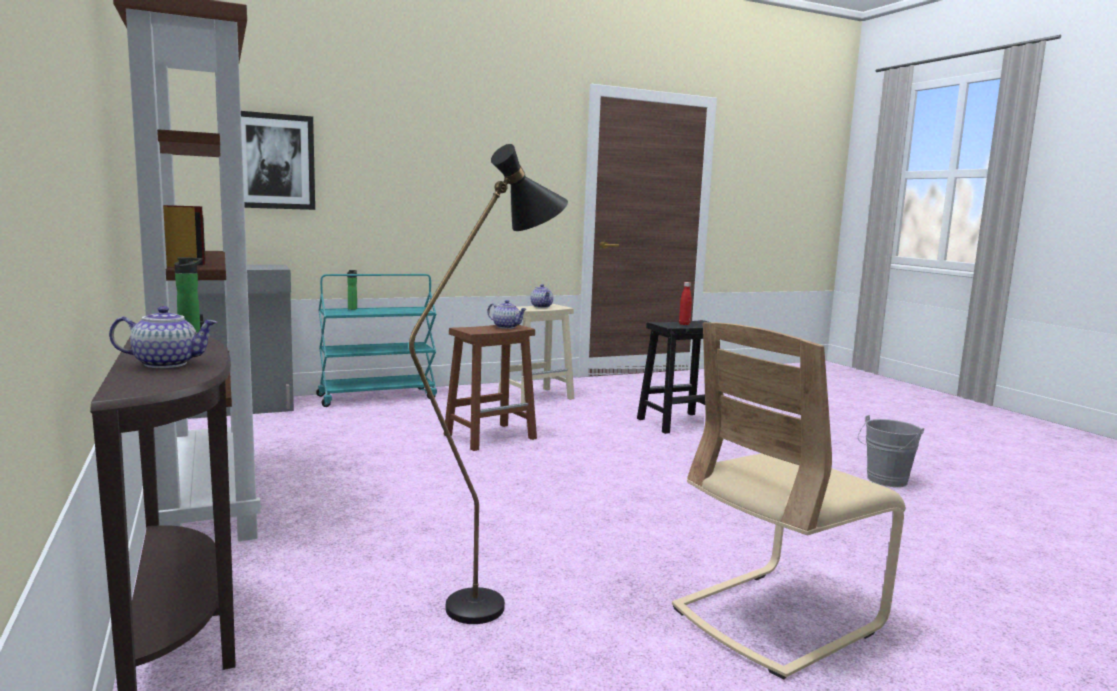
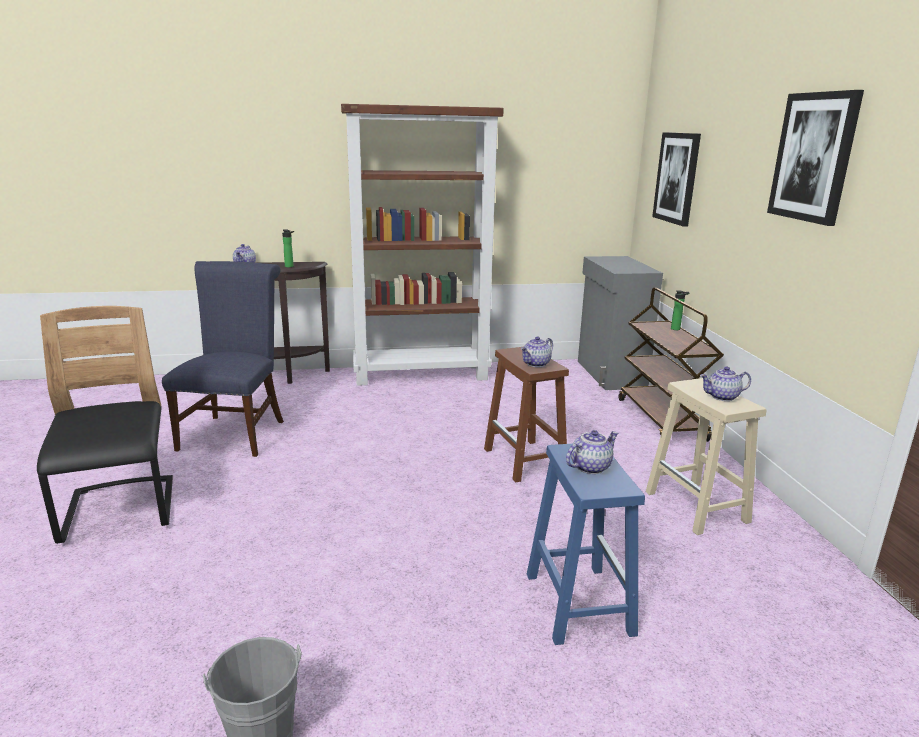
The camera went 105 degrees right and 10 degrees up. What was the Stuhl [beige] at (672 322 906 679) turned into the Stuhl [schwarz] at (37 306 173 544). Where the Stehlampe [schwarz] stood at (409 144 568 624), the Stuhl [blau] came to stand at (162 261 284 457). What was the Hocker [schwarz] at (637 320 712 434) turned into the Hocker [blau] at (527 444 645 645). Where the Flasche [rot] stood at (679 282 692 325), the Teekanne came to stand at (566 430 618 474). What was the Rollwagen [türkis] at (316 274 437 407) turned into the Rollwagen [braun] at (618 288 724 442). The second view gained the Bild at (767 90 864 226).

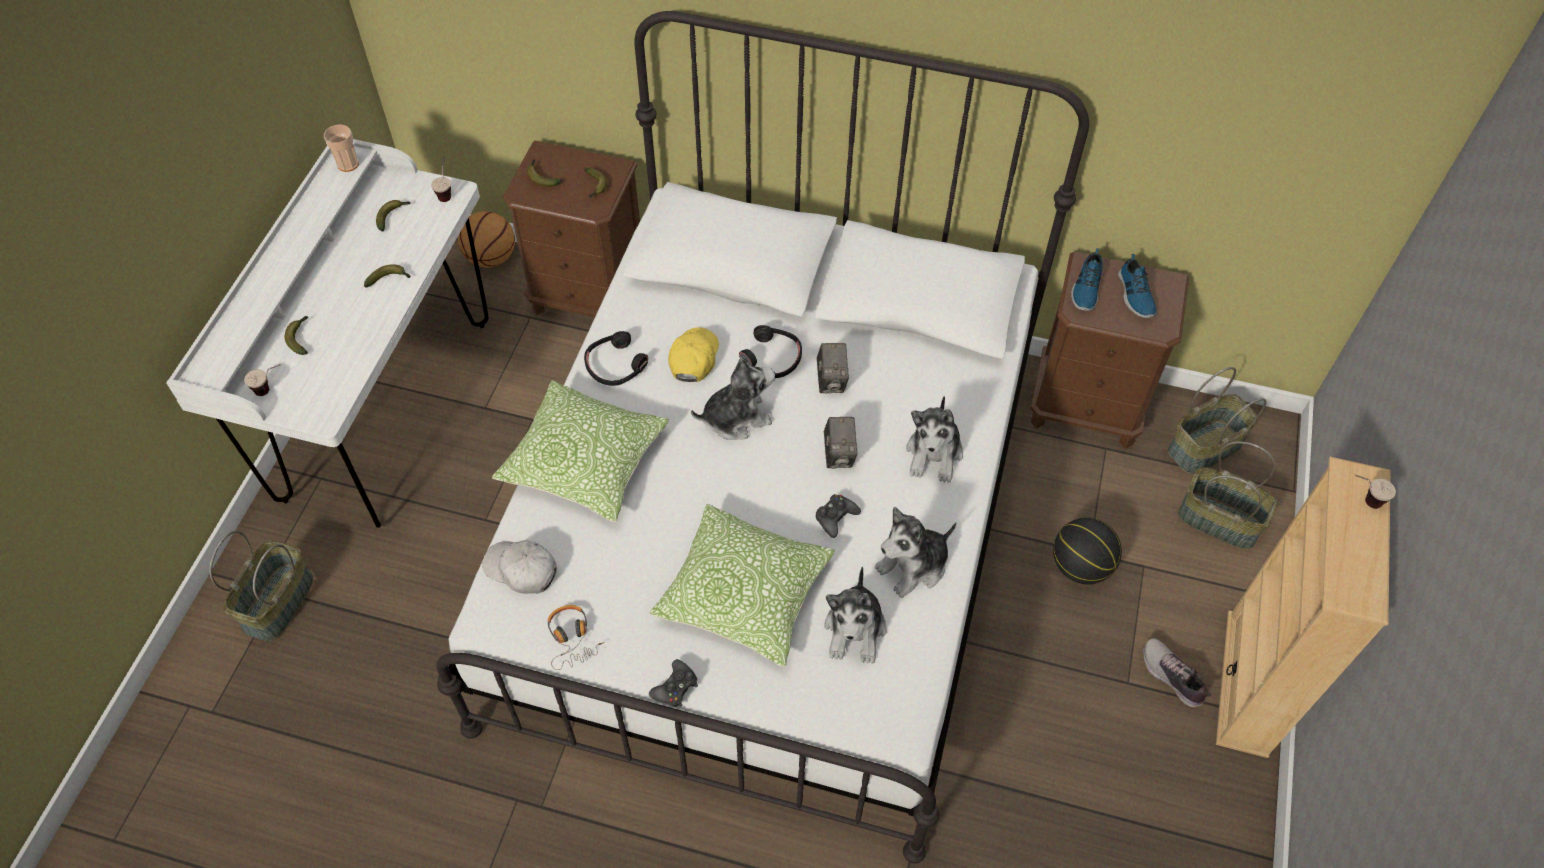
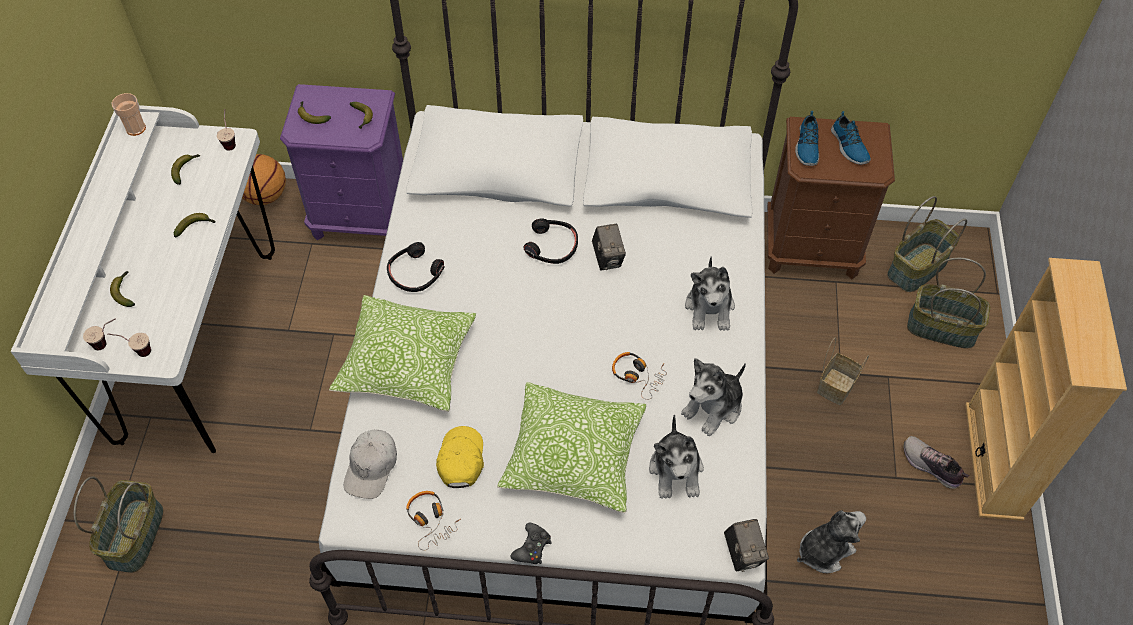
The camera went 10 degrees left and 0 degrees up. The Tasse ended up elsewhere, having gone from (1355 475 1396 509) to (107 333 151 357). What was the Nachttisch [braun] at (503 140 640 317) turned into the Nachttisch [lila] at (280 84 403 240). The Kappe [weiß] at (482 540 557 594) ended up facing another way, 90 degrees counterclockwise from before. The Kappe [gelb] ended up elsewhere, having gone from (668 327 719 382) to (436 426 484 488). Where the Gamepad [schwarz] stood at (816 494 861 538), the Kopfhörer came to stand at (612 352 667 400). The Kamera ended up elsewhere, having gone from (824 417 858 469) to (724 519 769 572). The Plüschtier ended up elsewhere, having gone from (691 357 775 440) to (797 510 866 573). Where the Basketball stood at (1053 517 1122 585), the Korb came to stand at (817 338 869 405).

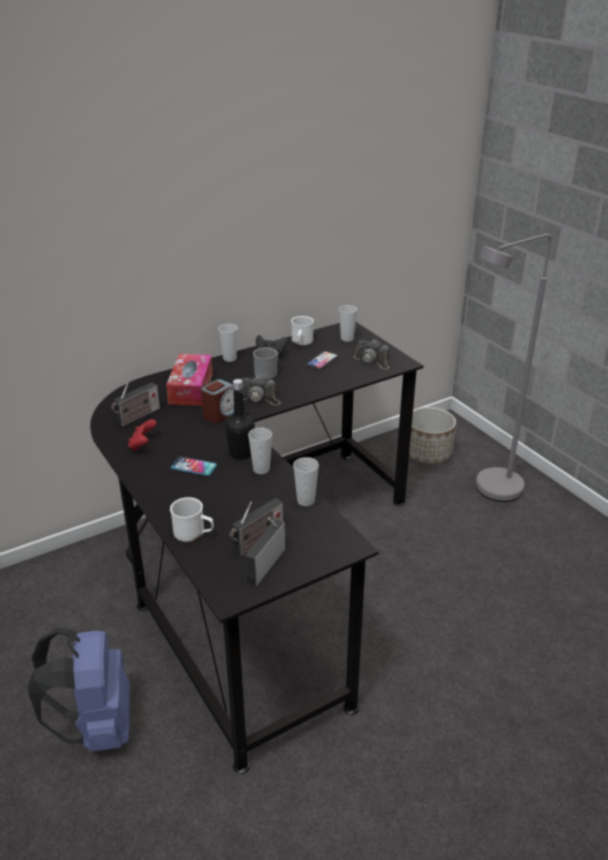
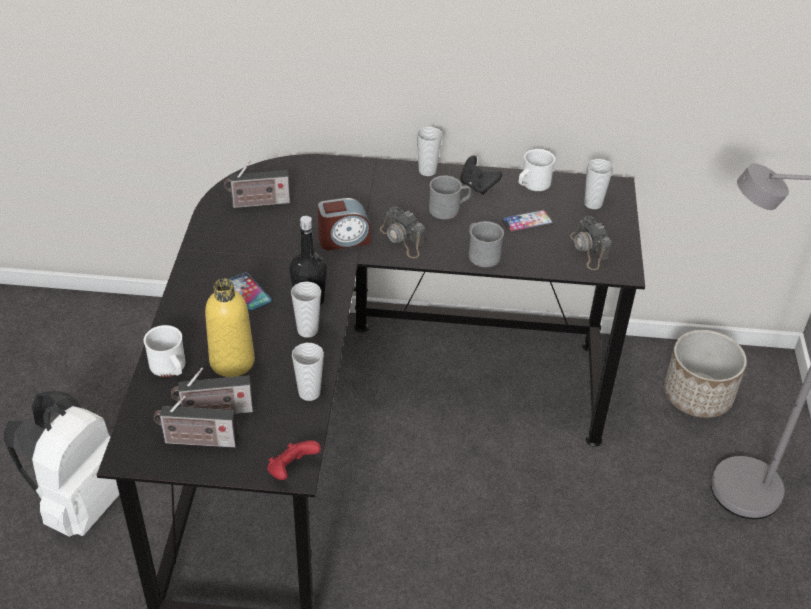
The camera went 35 degrees right and 10 degrees up. What was the Rucksack [blau] at (27 628 130 752) turned into the Rucksack [weiß] at (4 391 120 537). The Radio at (245 517 285 586) ended up facing another way, 150 degrees counterclockwise from before. The second view gained the Flasche [gelb] at (205 279 255 377). The Gamepad [rot] ended up elsewhere, having gone from (128 419 157 451) to (267 440 321 480). The second view gained the Henkelbecher [grau] at (469 221 504 267). The second view lost the Taschentuchbox at (166 354 213 406).

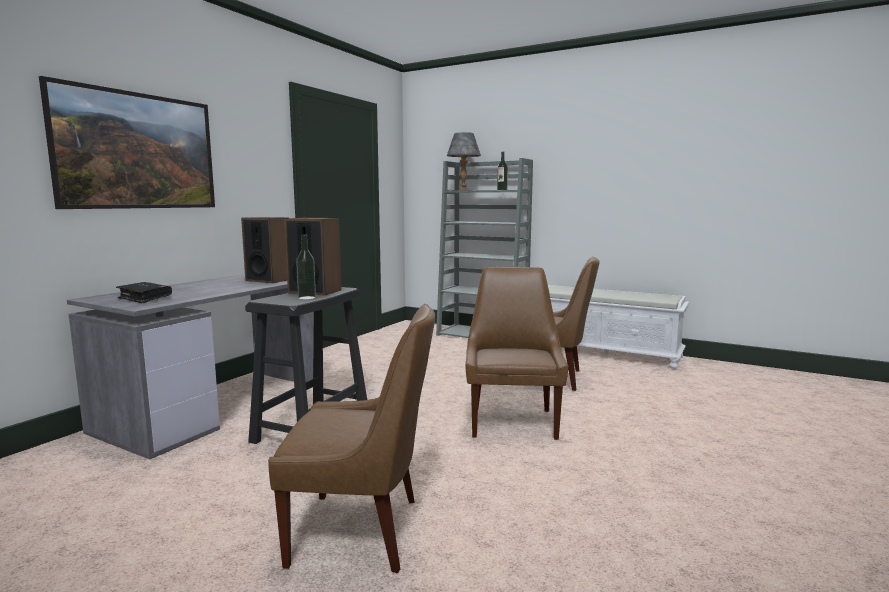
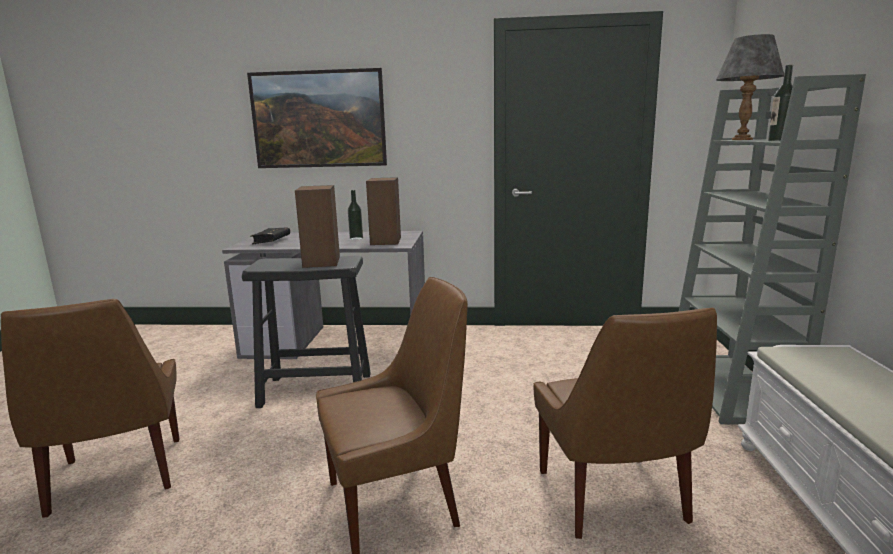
The camera went 65 degrees right and 5 degrees up. The Flasche ended up elsewhere, having gone from (296 235 316 300) to (348 190 363 240).

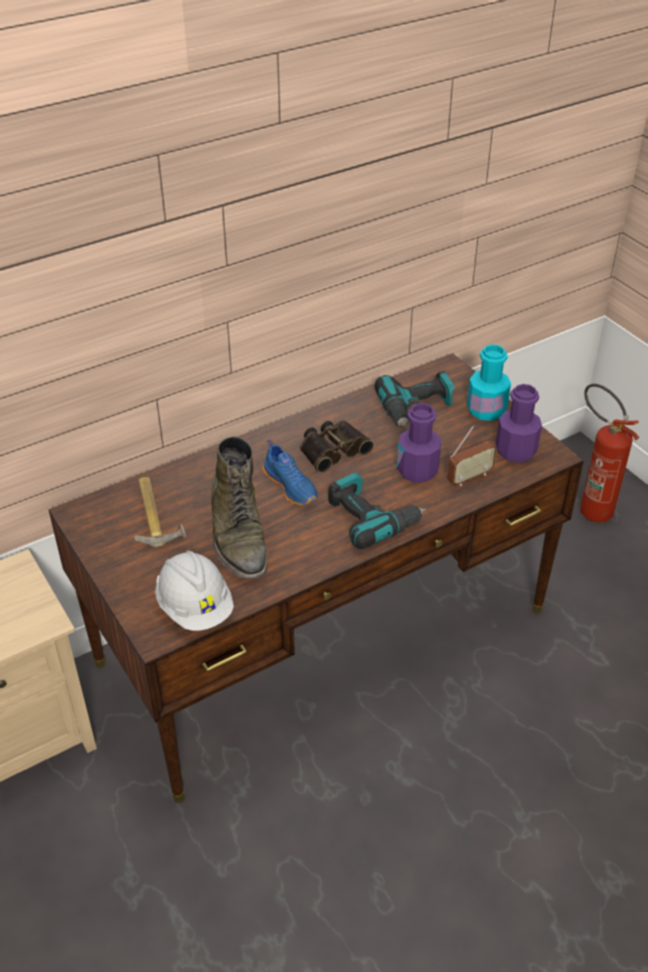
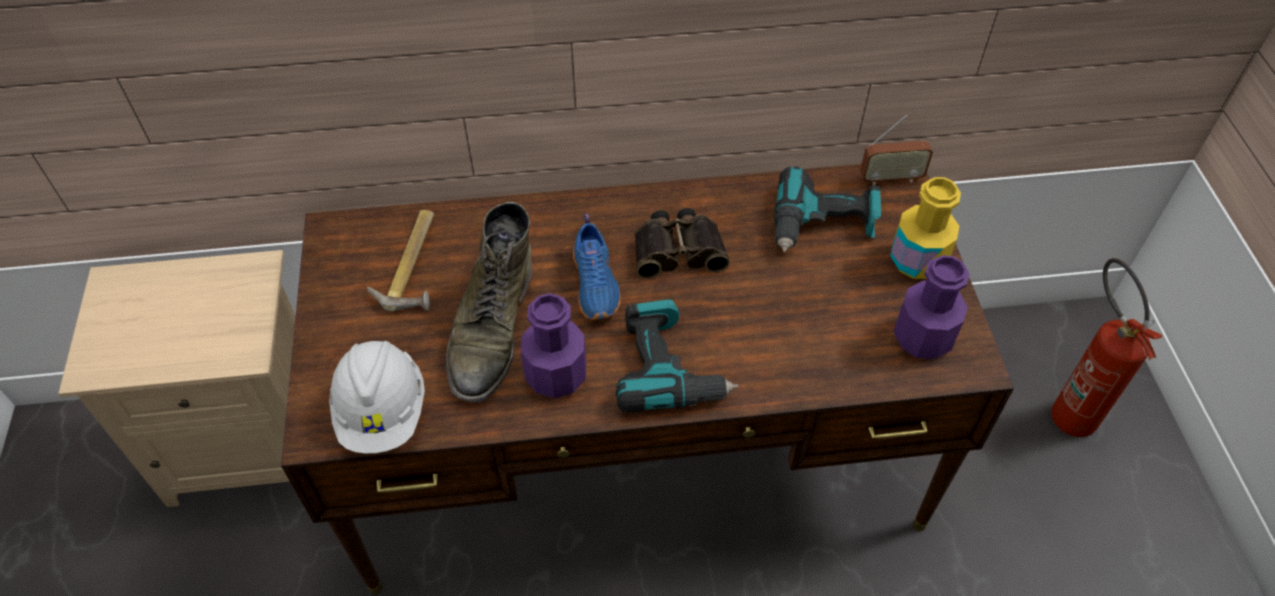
The camera went 25 degrees right and 10 degrees up. The Flasche [lila] ended up elsewhere, having gone from (397 403 441 483) to (521 293 586 398). The Radio ended up elsewhere, having gone from (448 426 497 486) to (860 115 933 185). What was the Flasche [türkis] at (467 345 511 421) turned into the Flasche [gelb] at (890 177 961 279).

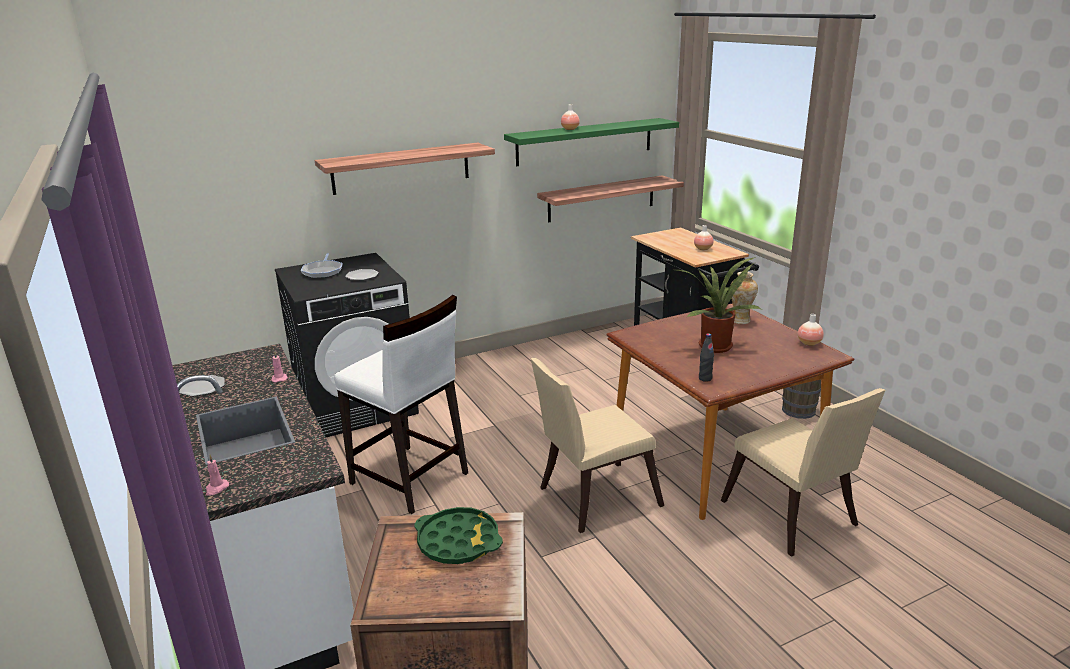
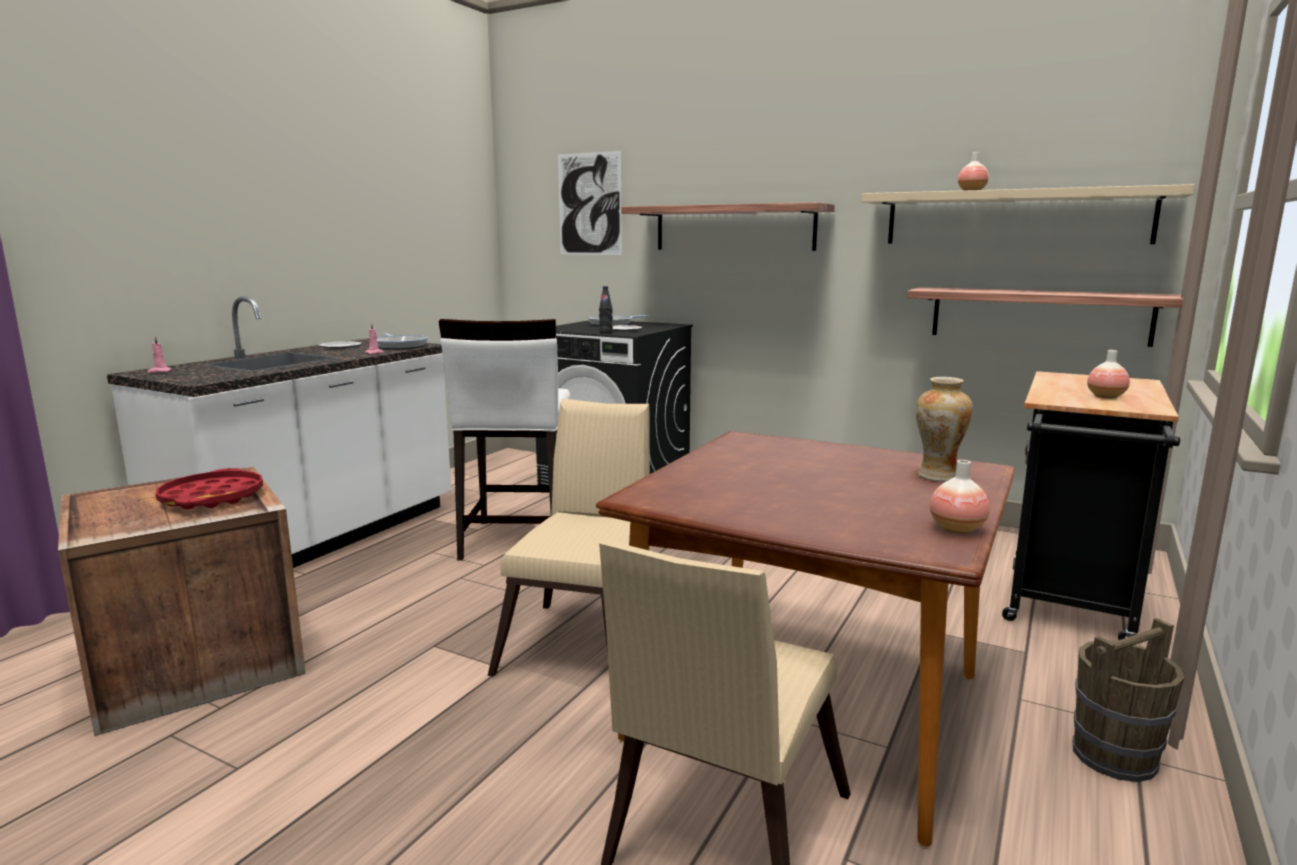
The camera went 55 degrees right and 10 degrees down. What was the Tablett [grün] at (415 507 503 564) turned into the Tablett [rot] at (155 468 263 509). The second view gained the Pfanne at (377 333 428 349). The Stuhl [beige] at (531 358 664 533) ended up facing another way, 75 degrees clockwise from before. The second view gained the Bild at (558 151 622 255). The Flasche [schwarz] ended up elsewhere, having gone from (699 333 714 382) to (599 286 613 333). What was the Wandregal [grün] at (504 118 679 166) turned into the Wandregal [beige] at (862 184 1195 244). The second view lost the Topfpflanze at (677 257 761 353).

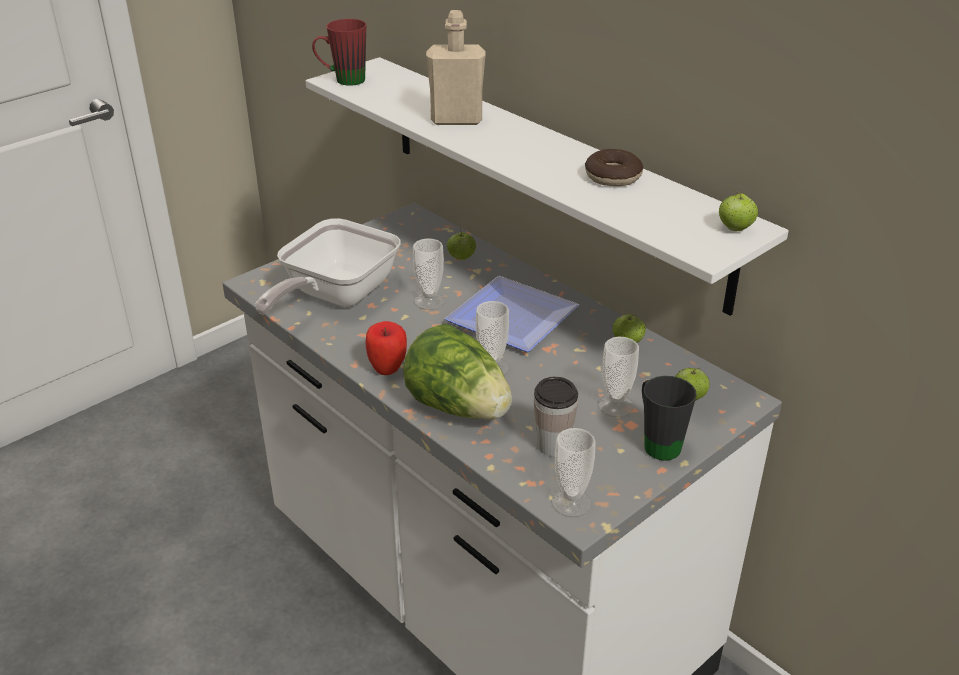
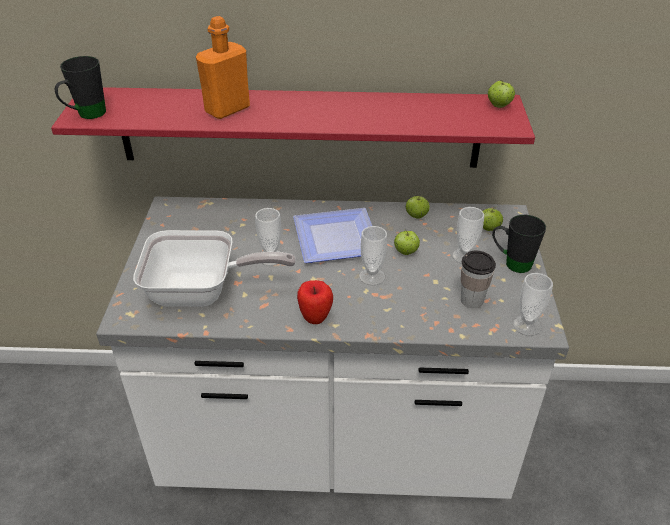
The camera went 45 degrees left and 5 degrees up. What was the Wandregal [weiß] at (306 57 789 316) turned into the Wandregal [rot] at (51 87 535 168). What was the Henkelbecher [rot] at (312 19 366 86) turned into the Henkelbecher [schwarz] at (55 56 106 119). The Pfanne at (255 218 401 315) ended up facing another way, 75 degrees counterclockwise from before. What was the Flasche [beige] at (426 10 486 125) turned into the Flasche [orange] at (196 16 250 119). The Apfel ended up elsewhere, having gone from (447 228 476 260) to (394 229 420 255). The second view lost the Salatkopf at (403 324 512 420). The second view lost the Donut at (585 149 643 186).

